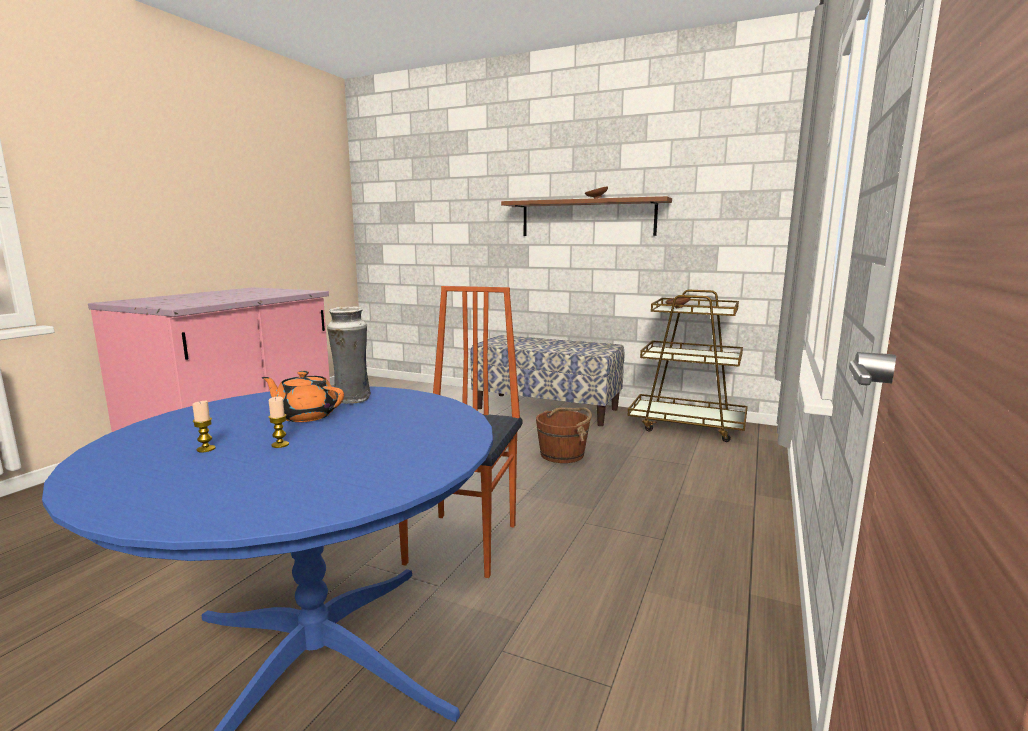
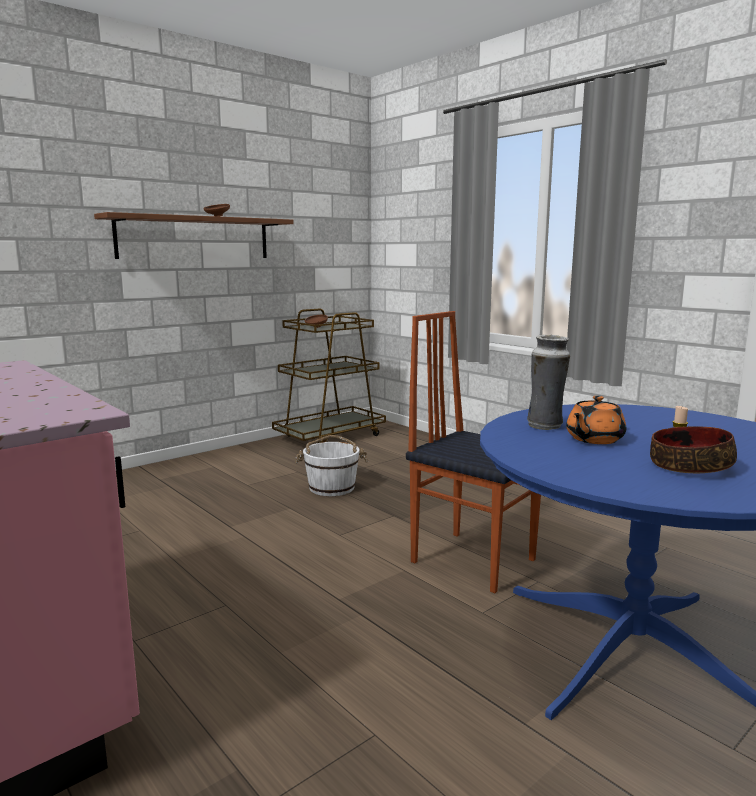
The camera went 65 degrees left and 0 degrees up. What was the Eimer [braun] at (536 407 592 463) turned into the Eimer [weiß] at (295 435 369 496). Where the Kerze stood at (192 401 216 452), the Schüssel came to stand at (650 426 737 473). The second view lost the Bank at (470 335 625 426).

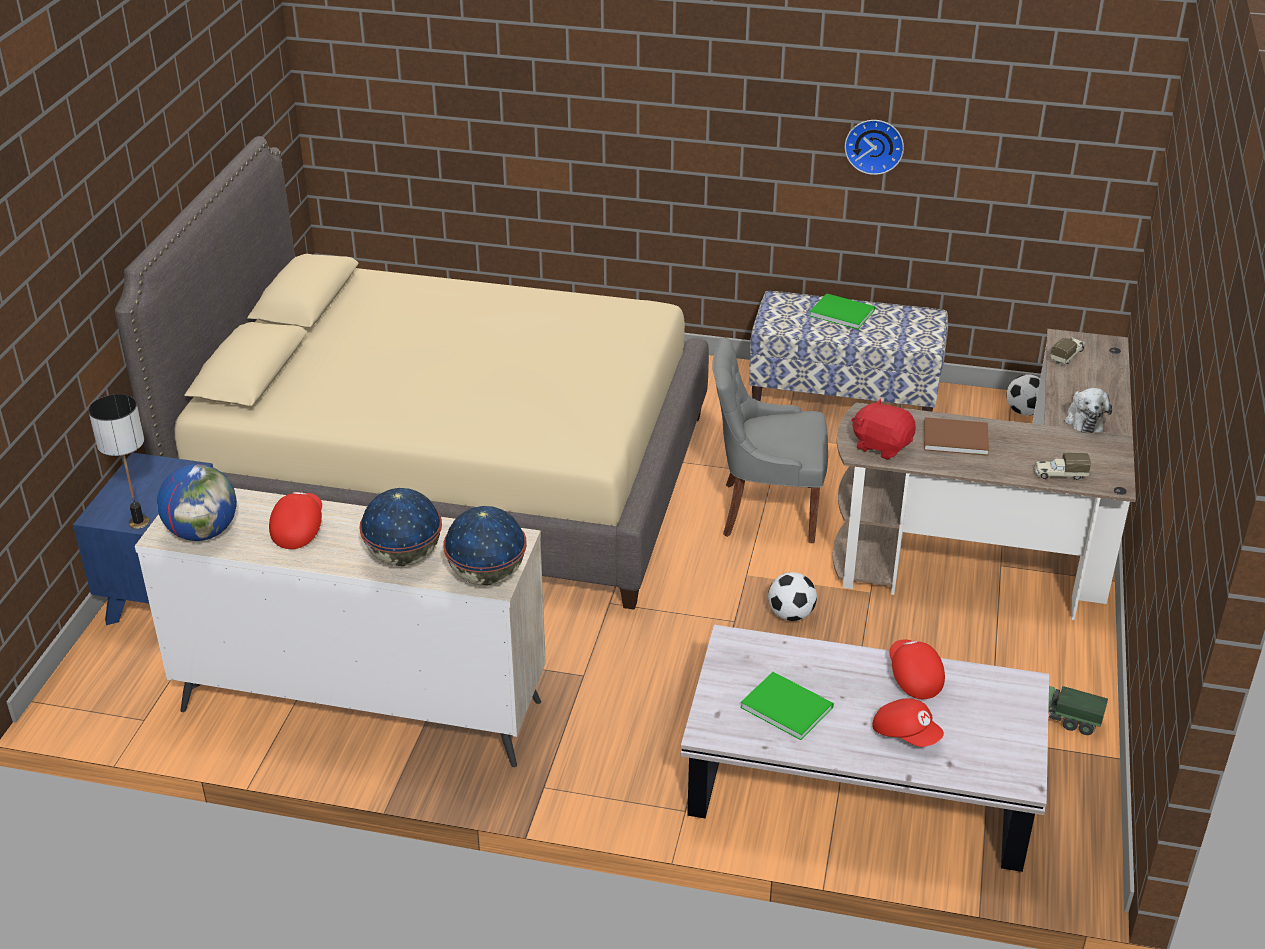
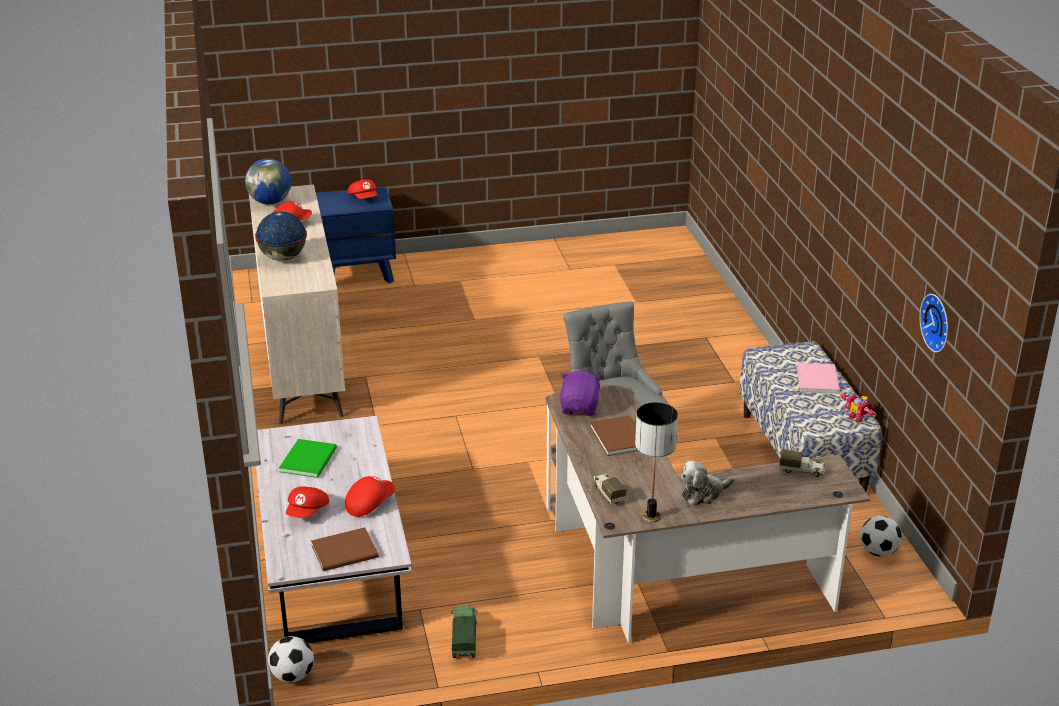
The camera went 65 degrees right and 5 degrees down. The Fußball ended up elsewhere, having gone from (768 572 817 621) to (268 636 314 683). The second view gained the Buch [braun] at (311 527 379 571). The second view gained the Kappe [rot] at (348 179 377 199). What was the Plüschtier [rot] at (852 398 916 459) turned into the Plüschtier [lila] at (560 371 602 416). The Tischlampe ended up elsewhere, having gone from (88 394 150 529) to (635 402 678 522). What was the Buch [grün] at (809 293 875 329) turned into the Buch [rosa] at (797 363 840 394). The second view gained the Spielzeugroboter at (840 392 877 422). The Wanduhr ended up elsewhere, having gone from (845 120 904 175) to (919 294 948 352). The second view lost the Bett [beige] at (115 136 709 610). The second view lost the Globus at (443 506 527 586).

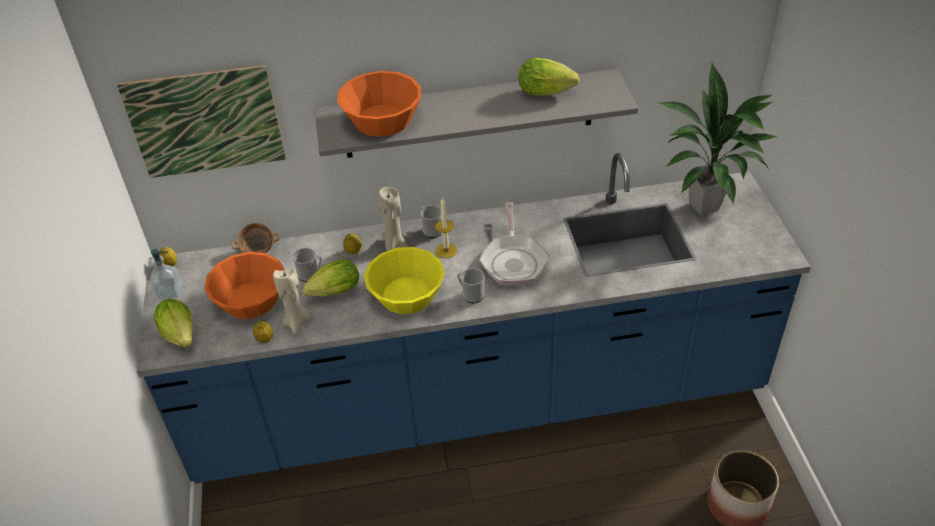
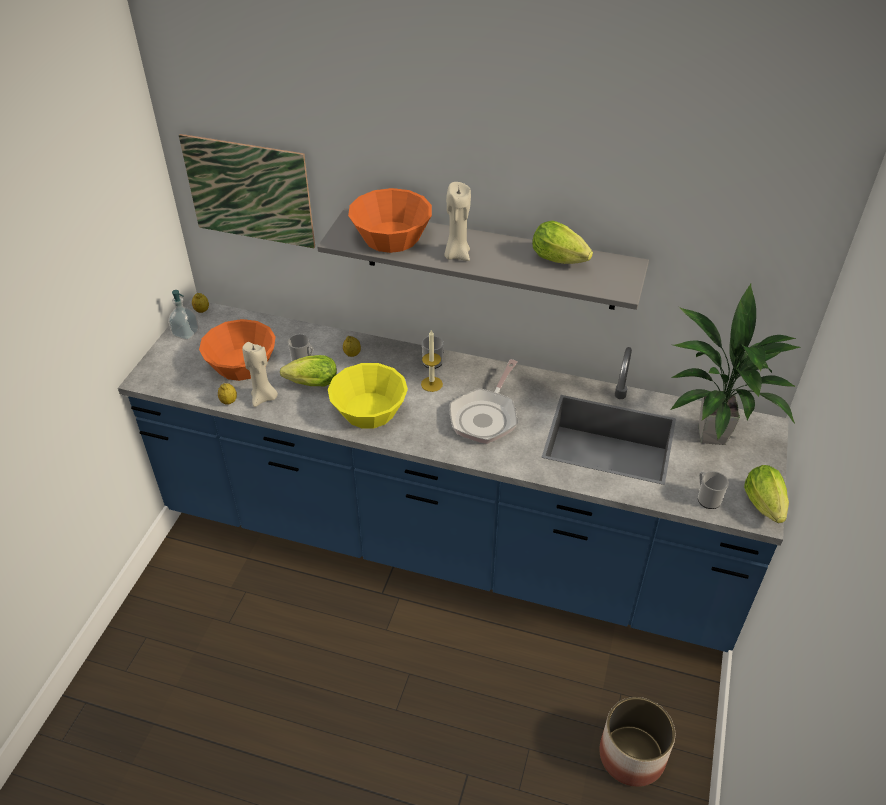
The camera went 25 degrees right and 0 degrees up. The Kerze [beige] ended up elsewhere, having gone from (378 187 409 251) to (444 182 471 261). The Henkelbecher ended up elsewhere, having gone from (457 268 485 303) to (698 471 729 509). The Salatkopf ended up elsewhere, having gone from (154 299 193 347) to (744 465 789 523). The second view lost the Schüssel at (232 223 280 253).

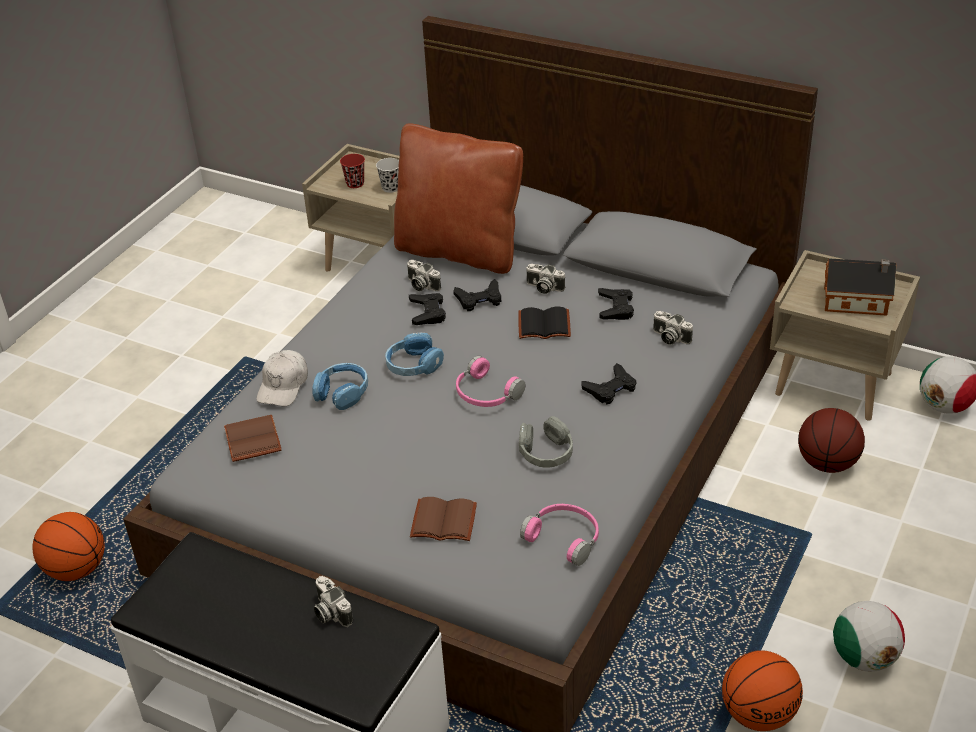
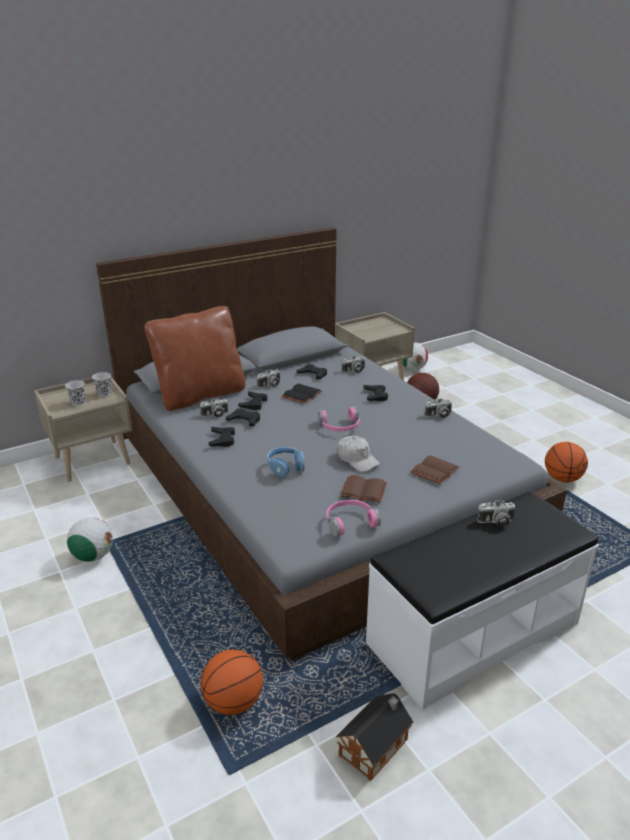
The camera went 60 degrees left and 10 degrees down. What was the Tasse [rot] at (340 154 365 188) turned into the Tasse [schwarz] at (65 380 85 406). The Fußball ended up elsewhere, having gone from (833 601 905 672) to (67 518 113 562). The second view gained the Gamepad [schwarz] at (209 427 235 447). The Kopfhörer [rosa] ended up elsewhere, having gone from (520 504 599 566) to (326 500 381 537). The Kappe [weiß] ended up elsewhere, having gone from (256 350 308 407) to (336 436 380 472). The Spielzeughaus ended up elsewhere, having gone from (824 258 896 316) to (336 693 413 781). The Buch [braun] ended up elsewhere, having gone from (224 415 282 462) to (340 475 387 503). The second view gained the Kamera at (425 398 452 418). The second view lost the Kopfhörer [blau] at (385 333 444 376). The second view lost the Kopfhörer [grau] at (519 416 573 468).

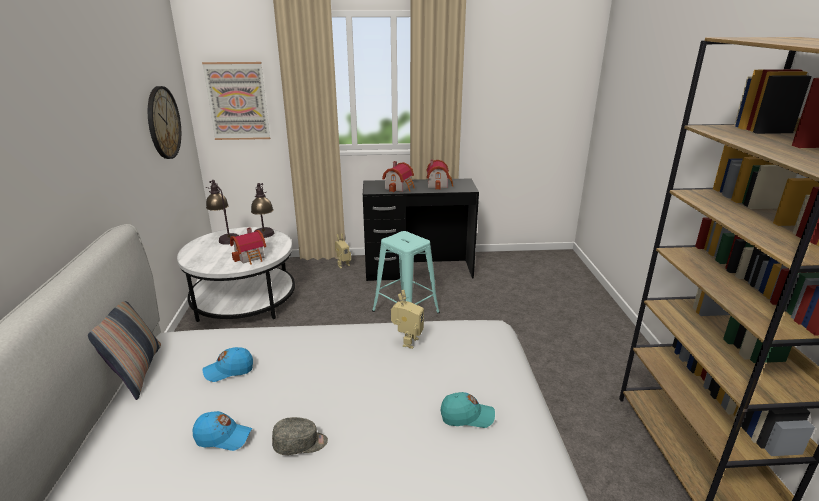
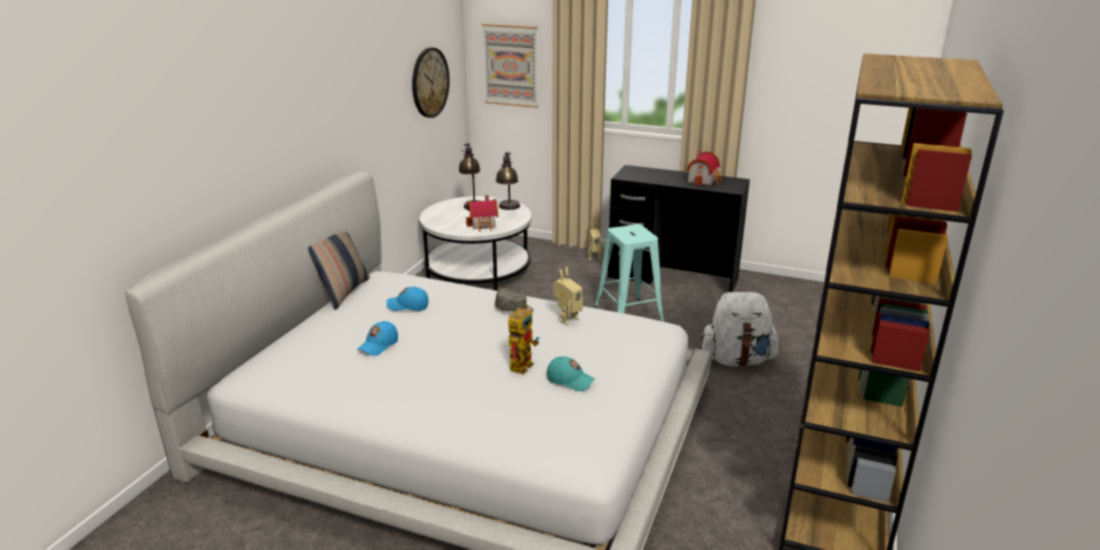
The camera went 25 degrees right and 0 degrees up. The Kappe [blau] at (193 411 252 451) ended up facing another way, 90 degrees clockwise from before. The Kappe [grau] ended up elsewhere, having gone from (272 417 328 455) to (495 288 534 312). The second view gained the Spielzeugroboter at (508 304 539 375). The second view gained the Rucksack [weiß] at (700 292 780 367). The second view lost the Spielzeughaus at (382 161 415 192).

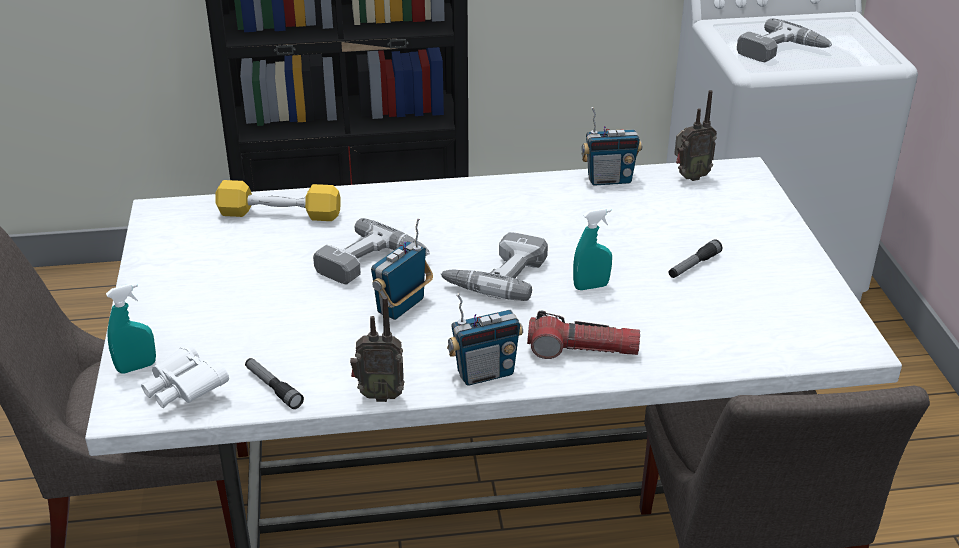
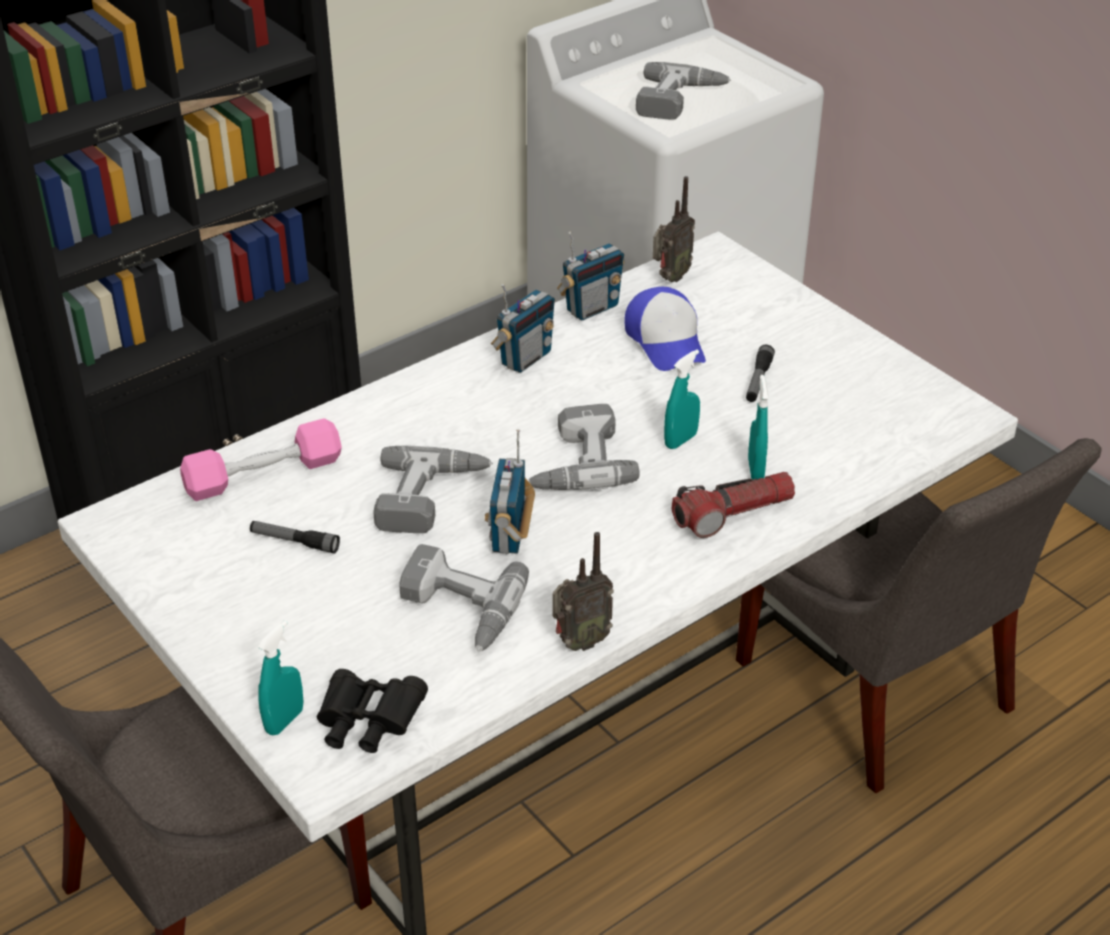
The camera went 30 degrees left and 5 degrees up. What was the Hantel [gelb] at (215 180 341 221) turned into the Hantel [rosa] at (180 418 342 501). The Taschenlampe ended up elsewhere, having gone from (245 358 304 409) to (250 521 340 554). What was the Fernglas [weiß] at (141 344 229 408) turned into the Fernglas [schwarz] at (317 669 428 753). The second view gained the Bohrmaschine at (399 544 529 652). The Radio ended up elsewhere, having gone from (447 293 523 386) to (491 284 555 373). The second view gained the Kappe at (624 287 706 371). The second view gained the Sprühflasche [türkis] at (748 375 768 479).

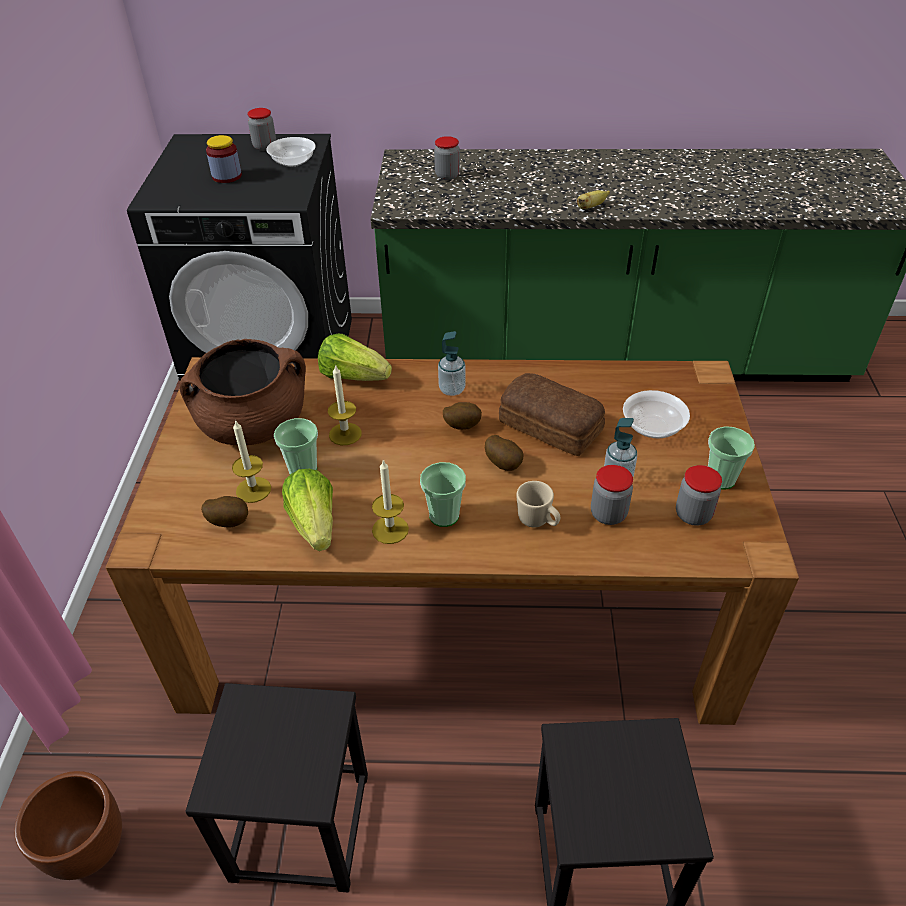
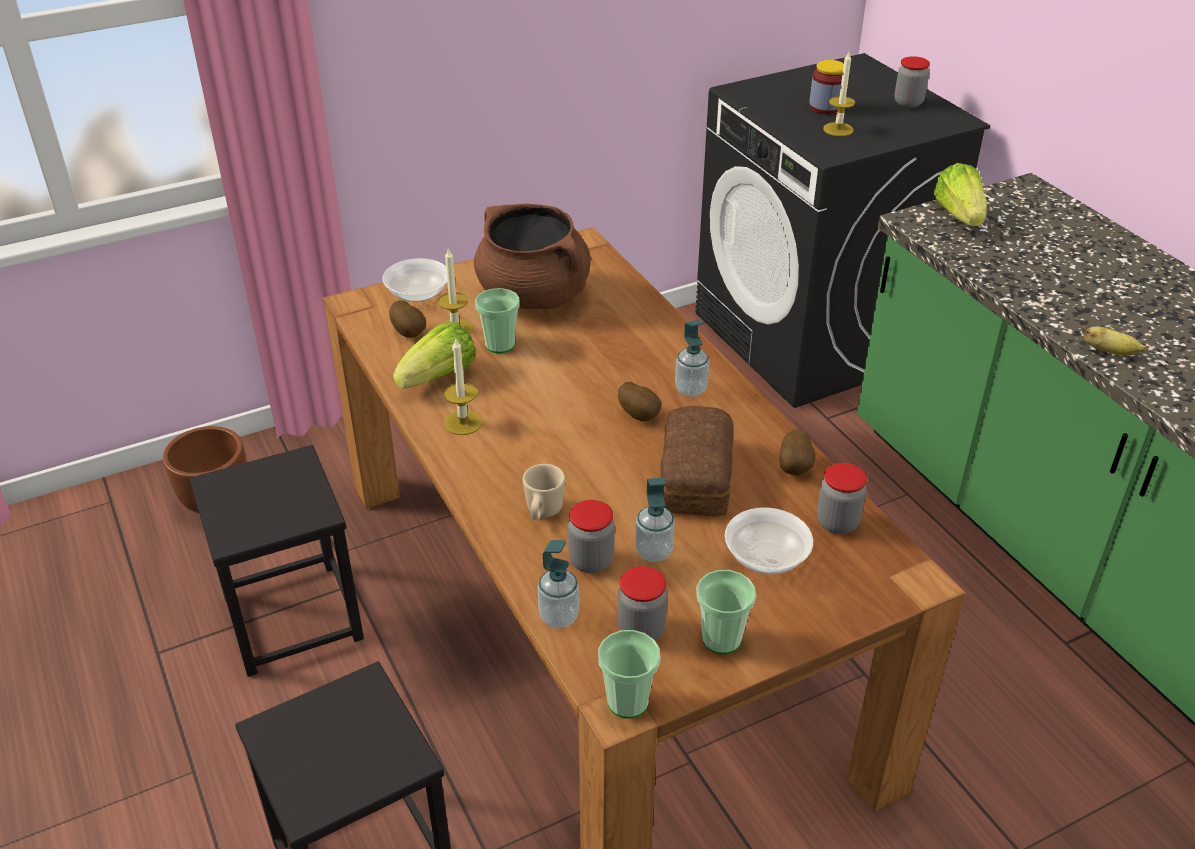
The camera went 60 degrees right and 5 degrees down. The Schüssel ended up elsewhere, having gone from (266 137 316 167) to (382 258 447 302). The second view gained the Seifenspender at (538 540 579 628). The Tasse ended up elsewhere, having gone from (420 462 466 527) to (598 630 661 718). The Kartoffel ended up elsewhere, having gone from (485 435 523 471) to (779 429 815 476). The Vorratsglas ended up elsewhere, having gone from (434 136 460 180) to (817 463 867 534). The Kerze ended up elsewhere, having gone from (328 364 362 445) to (823 52 855 136). The Salatkopf ended up elsewhere, having gone from (318 334 392 381) to (934 163 987 226).

